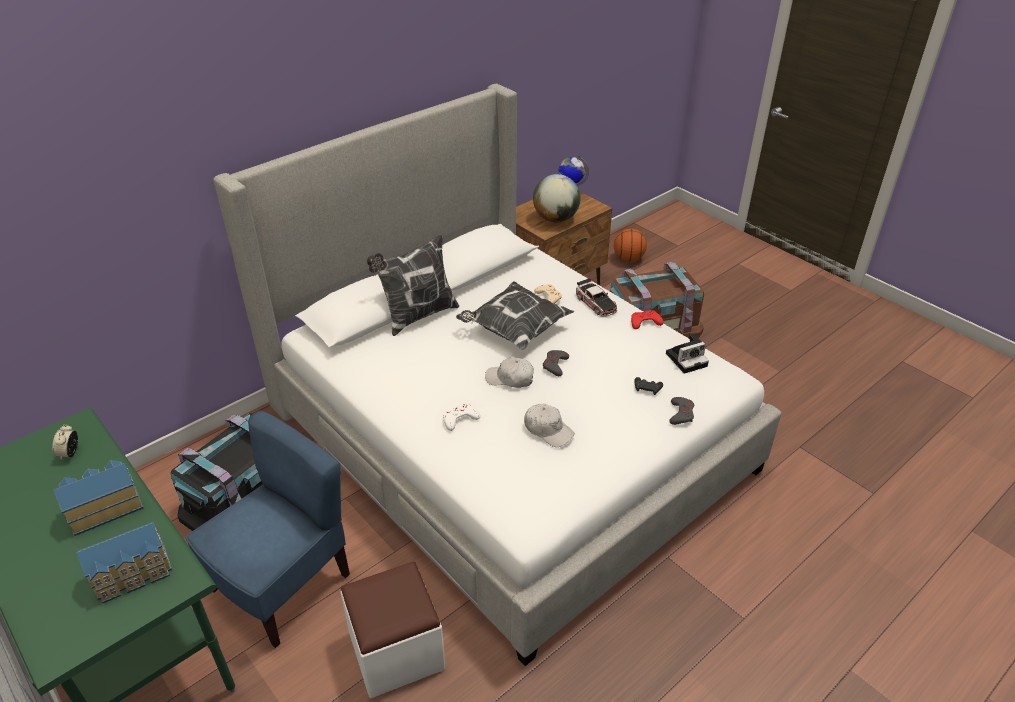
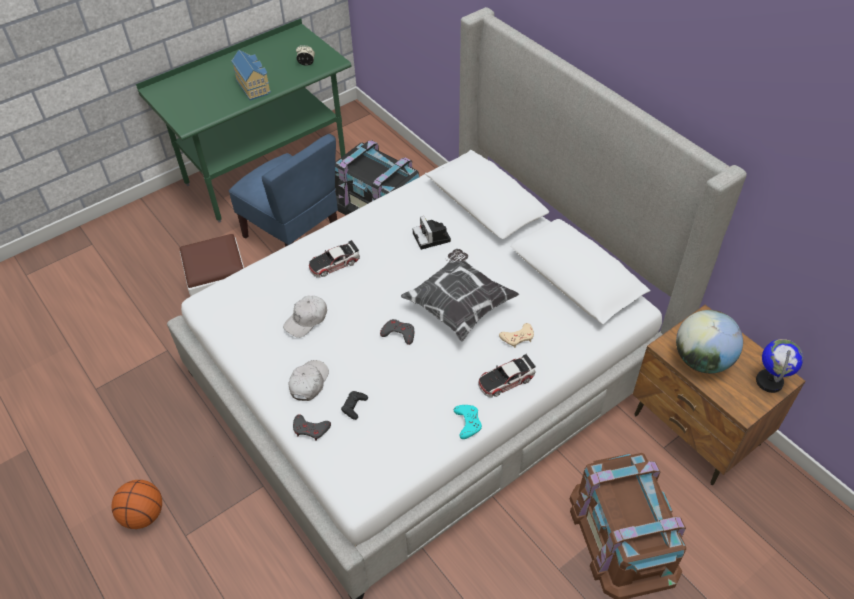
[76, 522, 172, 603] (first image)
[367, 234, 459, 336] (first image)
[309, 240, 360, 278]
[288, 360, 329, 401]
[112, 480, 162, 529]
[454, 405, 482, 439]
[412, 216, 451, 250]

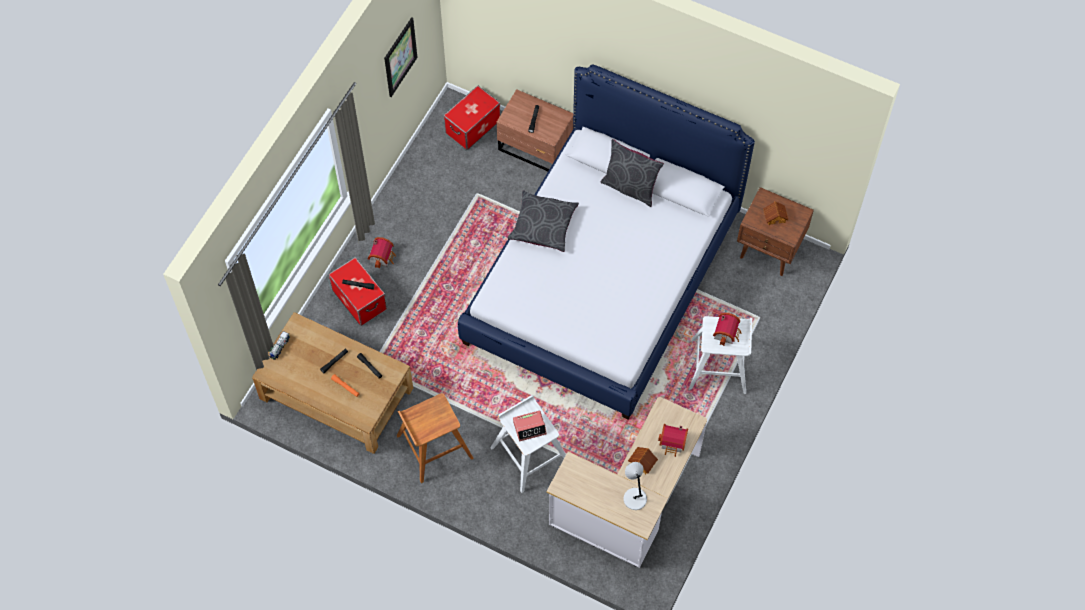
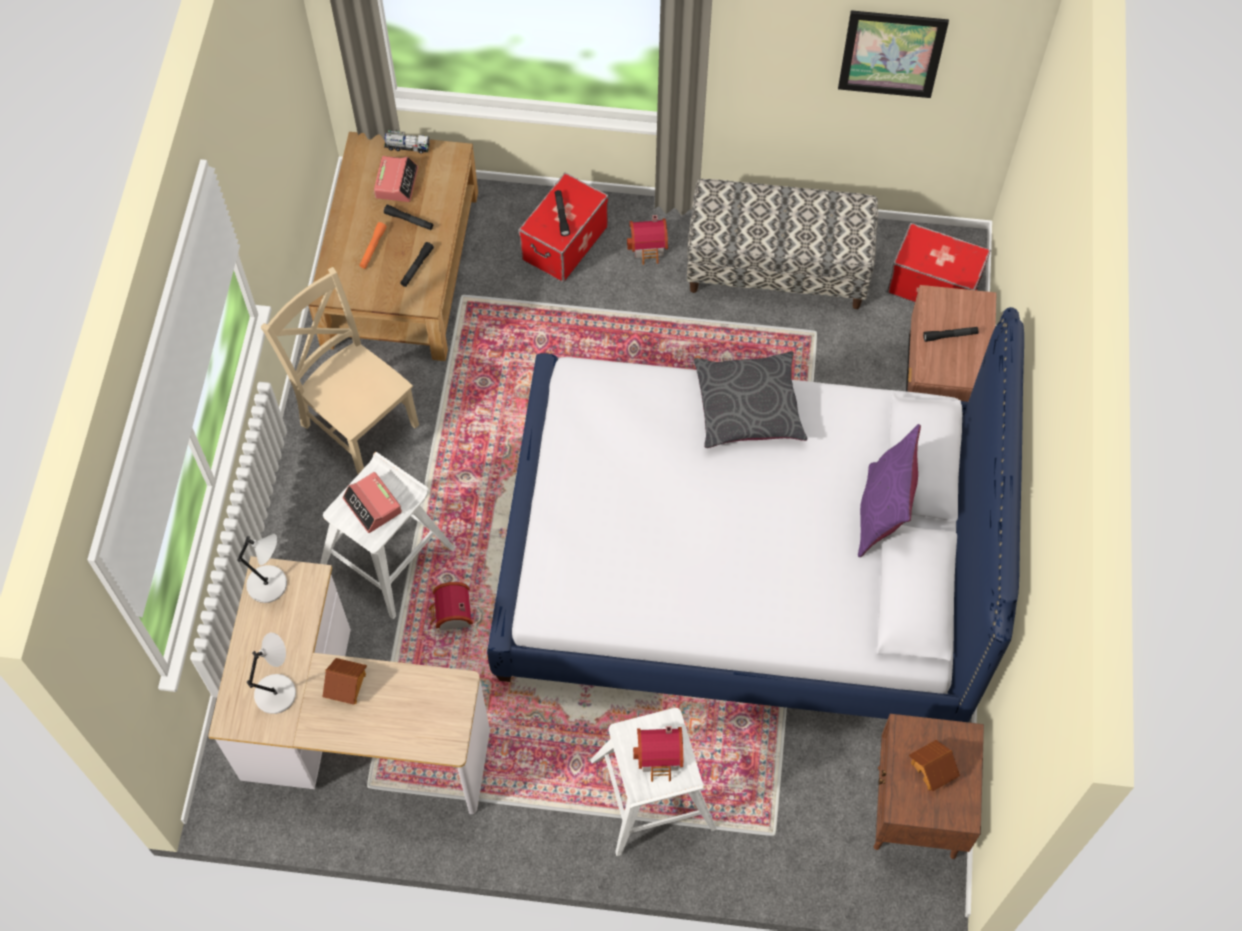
[261, 267, 419, 474]
[858, 424, 921, 557]
[429, 582, 473, 630]
[237, 534, 287, 603]
[374, 156, 418, 202]
[687, 179, 878, 309]

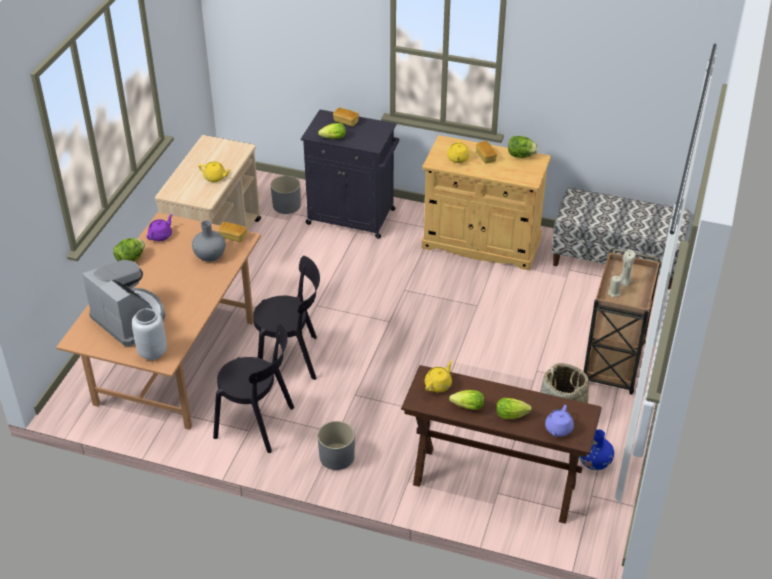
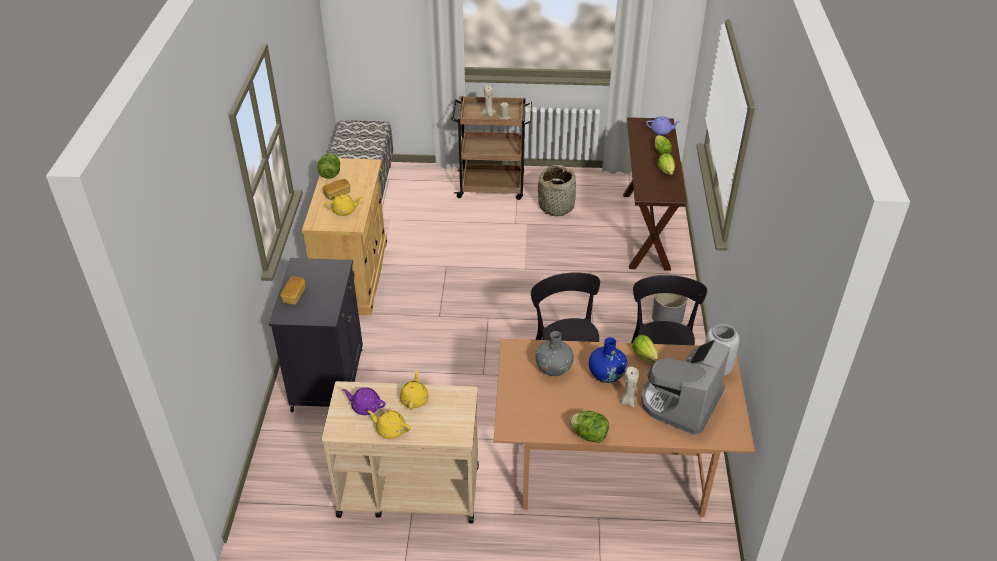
[342, 387, 386, 415]
[218, 222, 247, 242] (first image)
[271, 176, 301, 214] (first image)
[632, 335, 658, 363]
[367, 410, 411, 439]
[589, 337, 627, 383]
[620, 367, 639, 408]

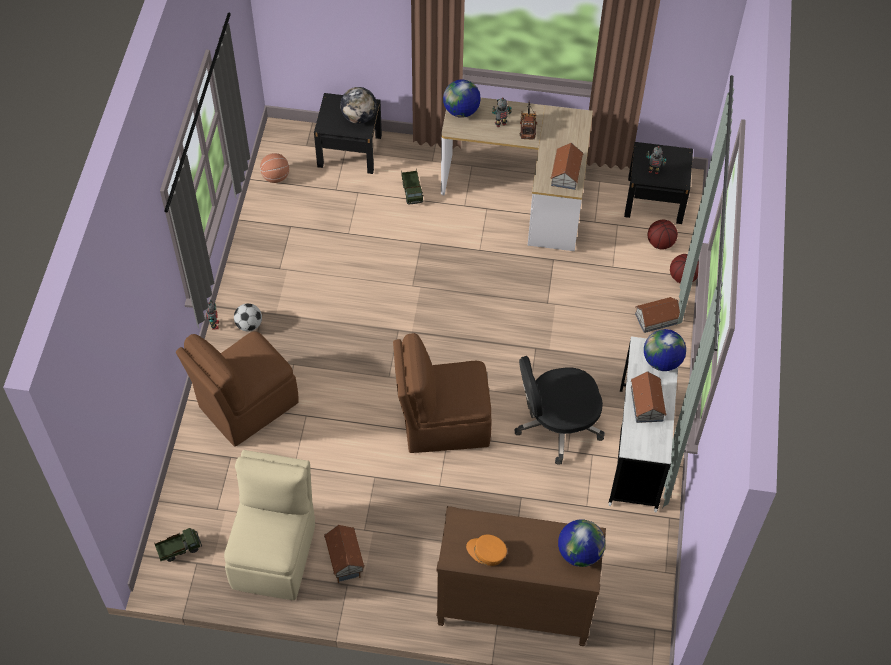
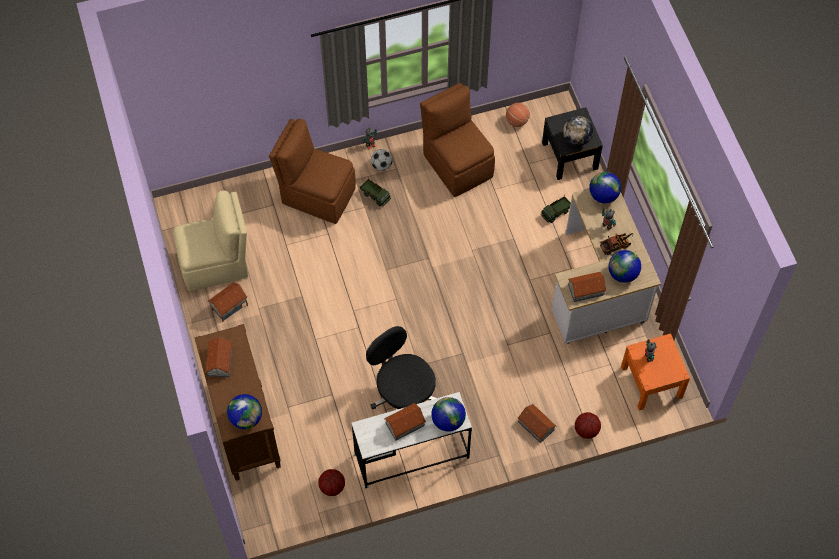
[360, 178, 391, 206]
[420, 83, 495, 197]
[205, 336, 232, 377]
[621, 333, 690, 411]
[318, 469, 345, 496]
[609, 250, 641, 283]

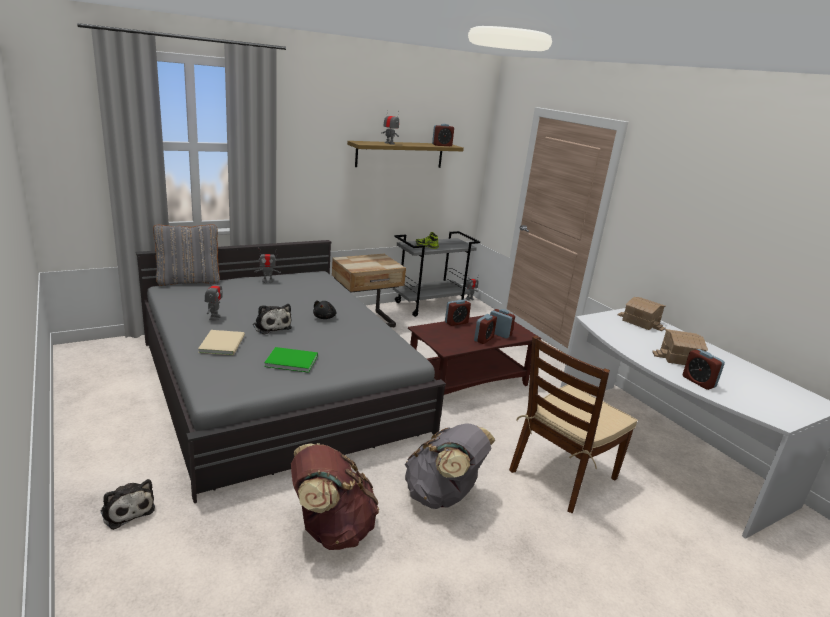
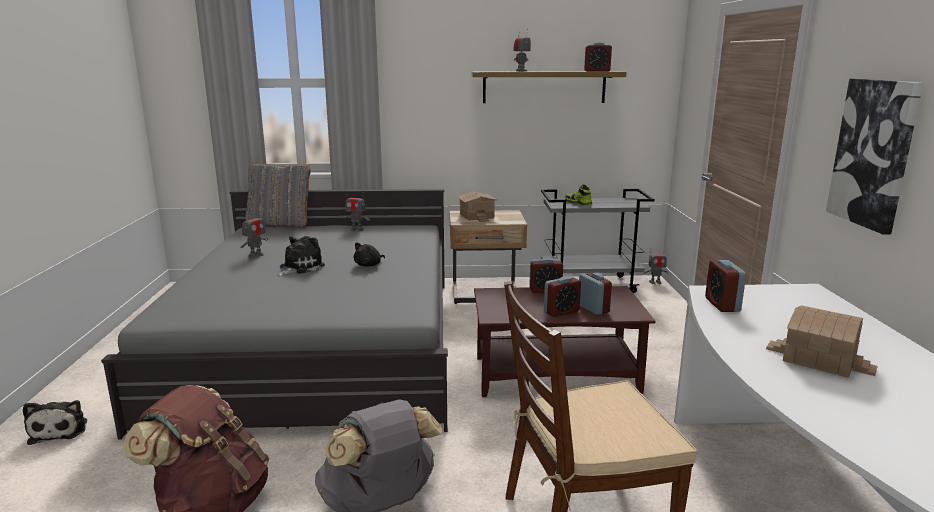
[198, 330, 245, 355] (first image)
[277, 236, 325, 276]
[264, 347, 318, 373] (first image)
[457, 191, 497, 222]
[705, 260, 746, 312]
[826, 79, 923, 234]

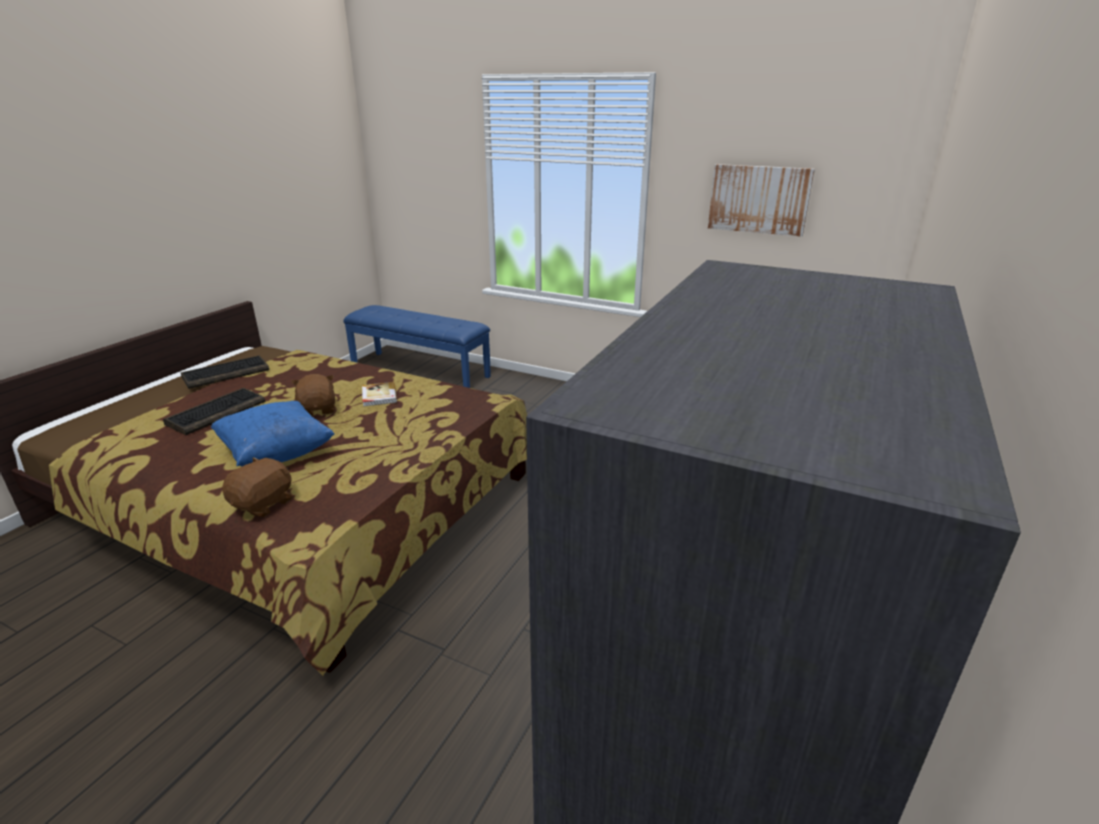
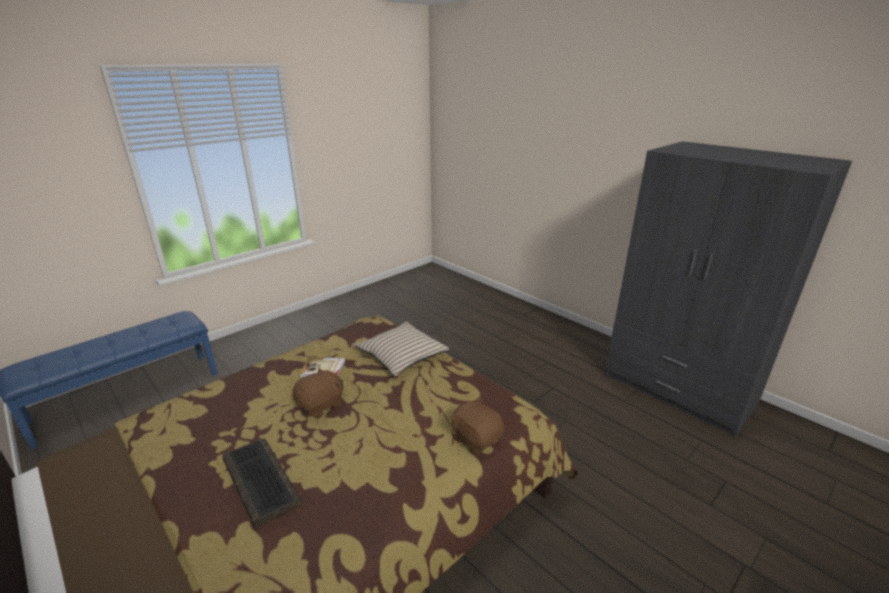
[181, 355, 269, 389] (first image)
[211, 401, 335, 467] (first image)
[293, 368, 343, 418]
[708, 164, 815, 237] (first image)
[354, 322, 449, 376]

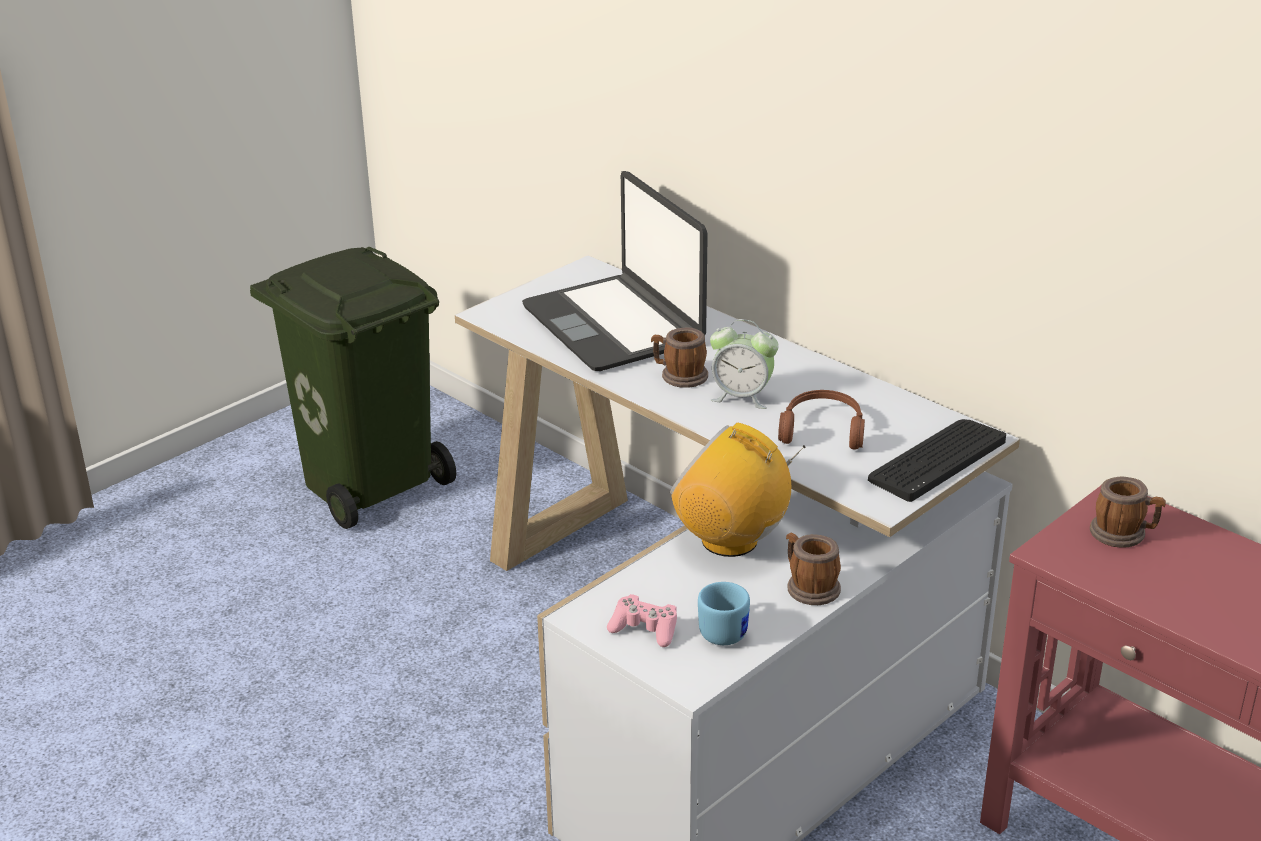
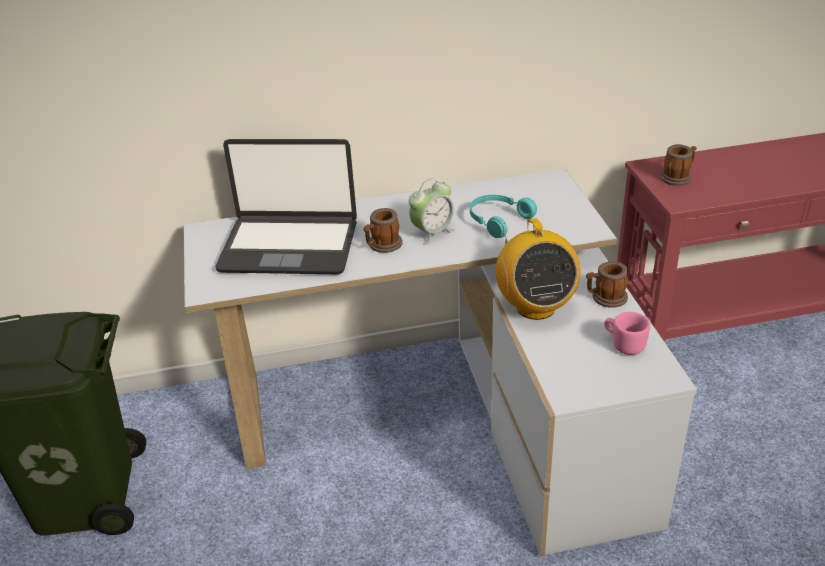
[607, 594, 677, 647] (first image)
[496, 218, 580, 320]
[604, 312, 650, 355]
[470, 195, 537, 238]
[868, 419, 1006, 502] (first image)

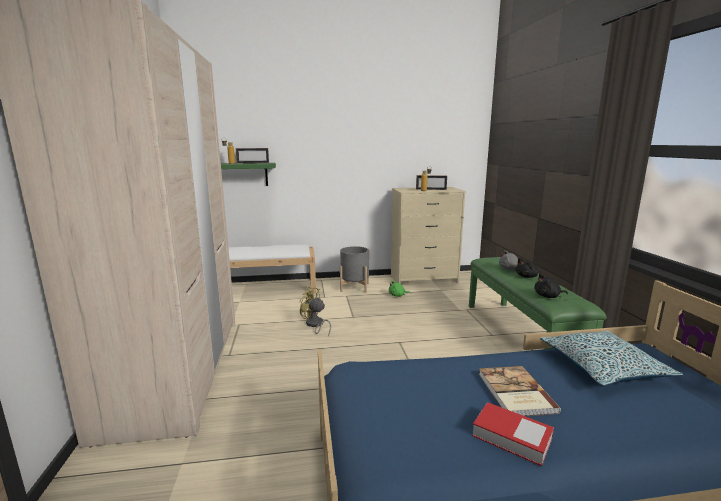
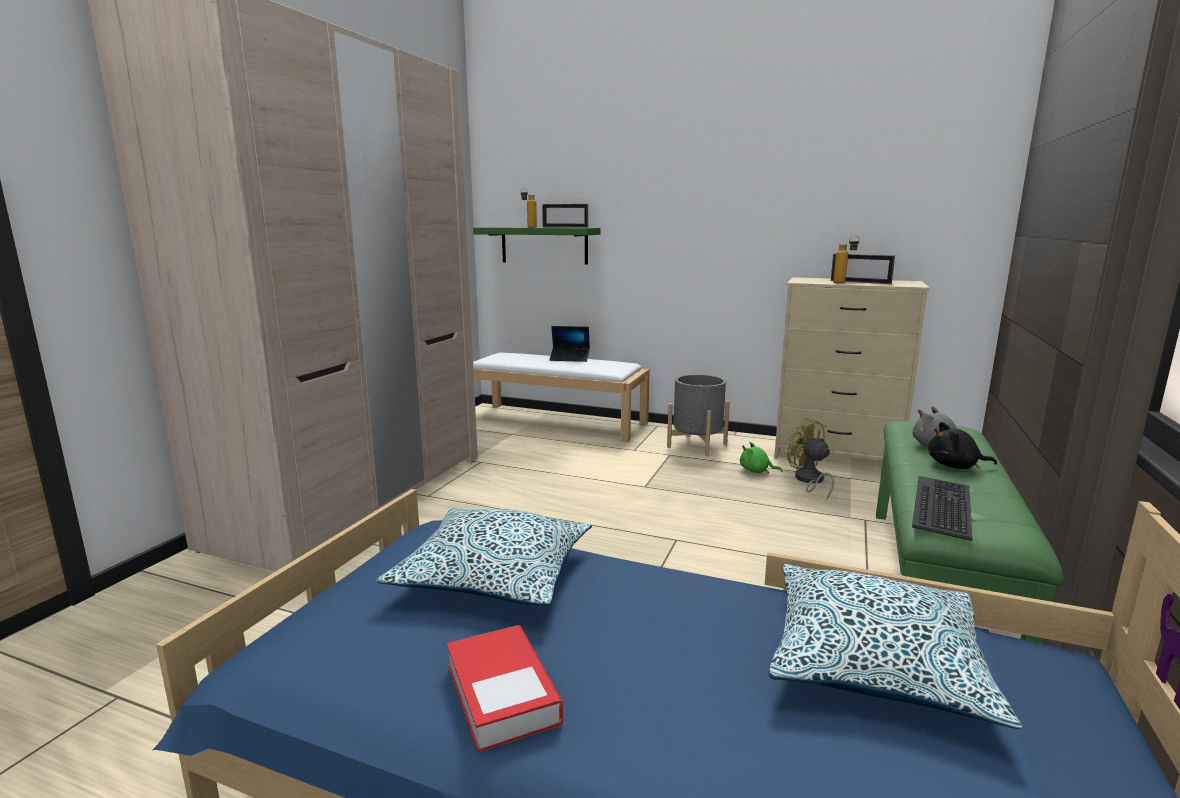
[787, 418, 834, 499]
[479, 366, 561, 416] (first image)
[912, 476, 972, 541]
[376, 508, 592, 605]
[549, 326, 590, 362]

